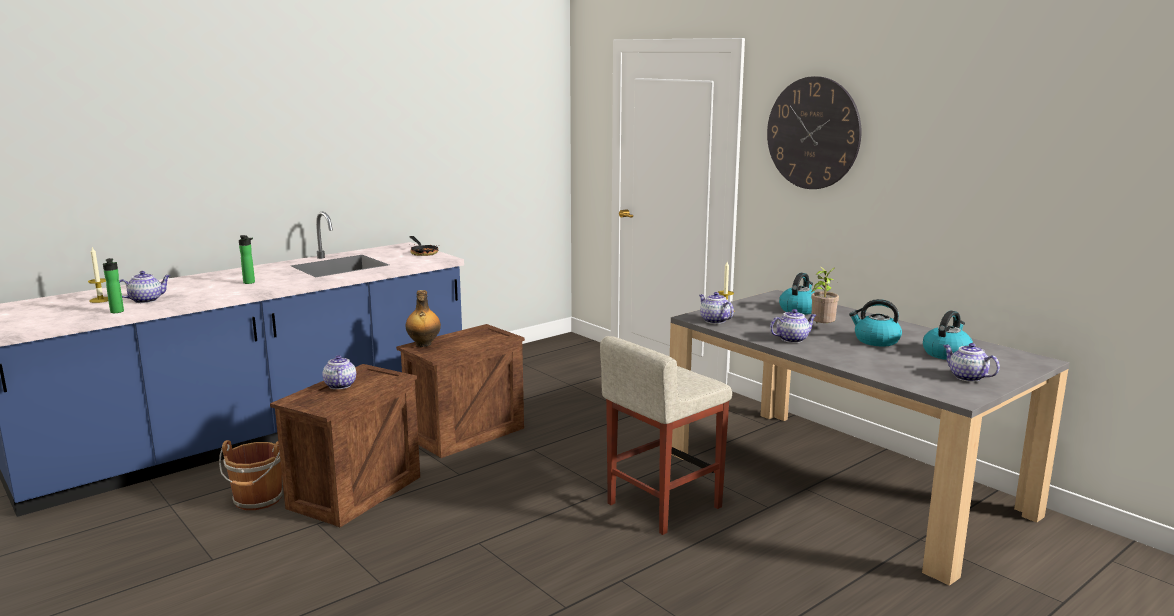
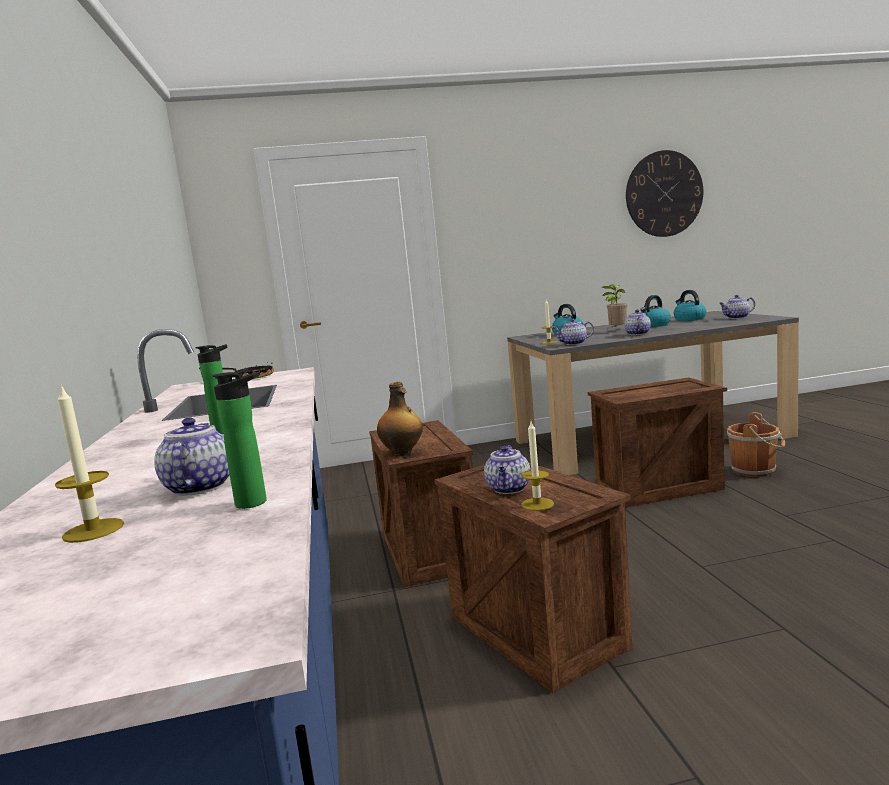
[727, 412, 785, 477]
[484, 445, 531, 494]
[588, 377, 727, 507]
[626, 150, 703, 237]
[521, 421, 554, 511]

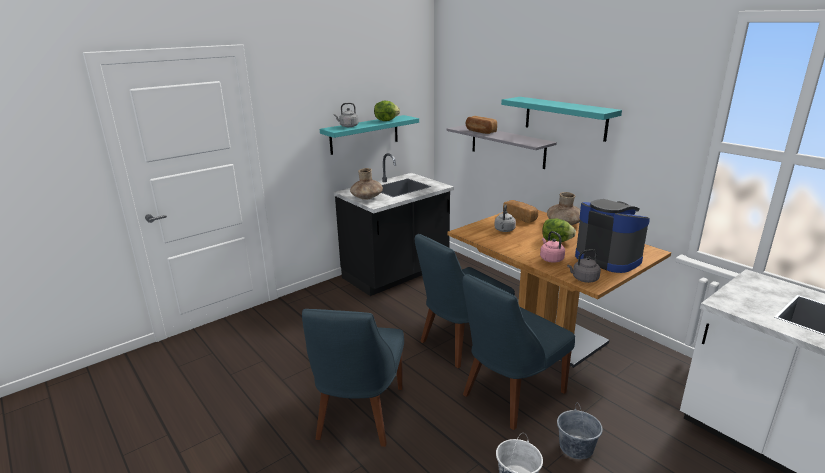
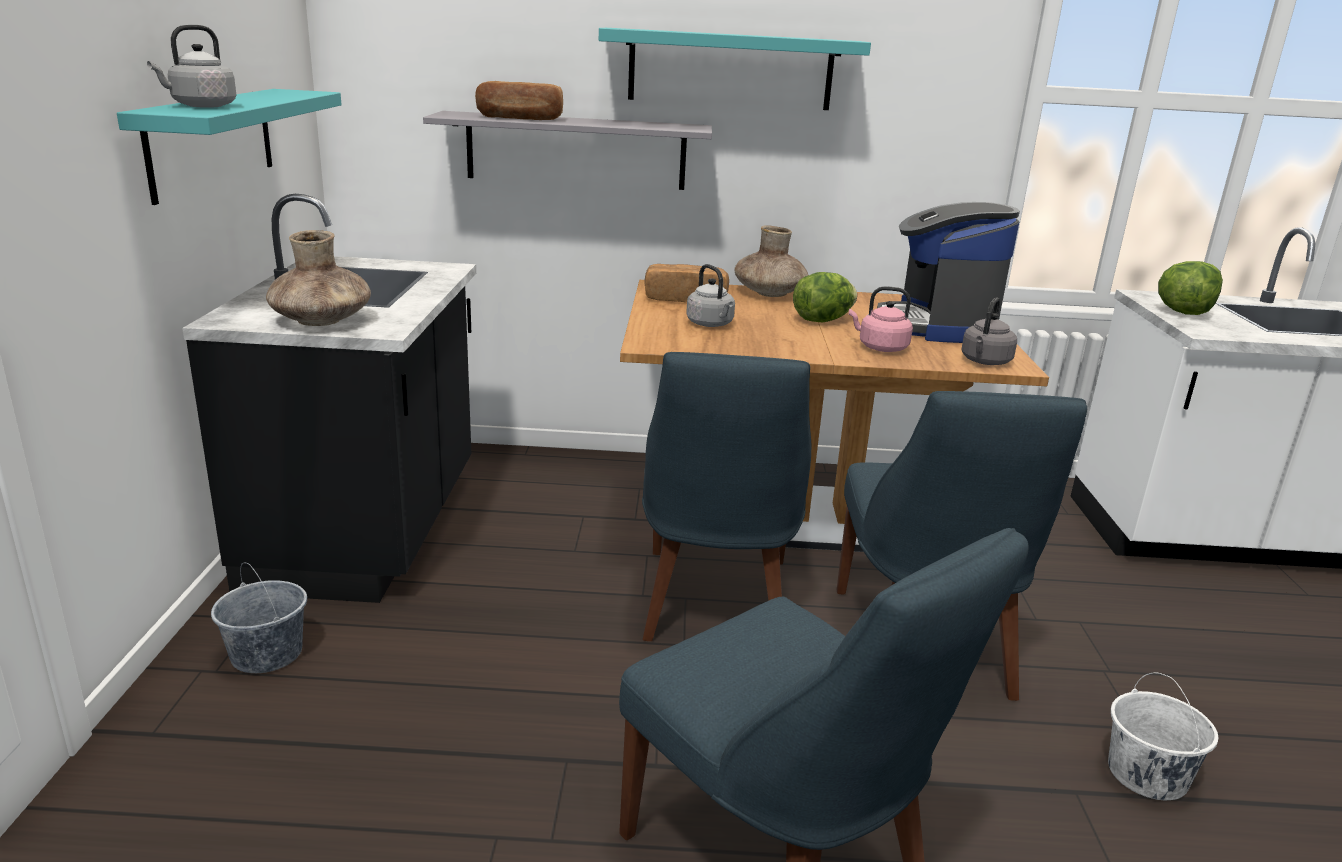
[1158, 261, 1223, 315]
[211, 562, 307, 673]
[877, 202, 1020, 343]

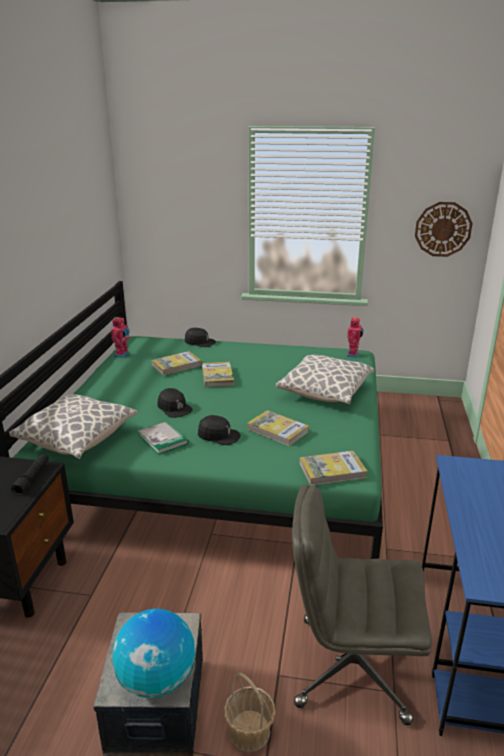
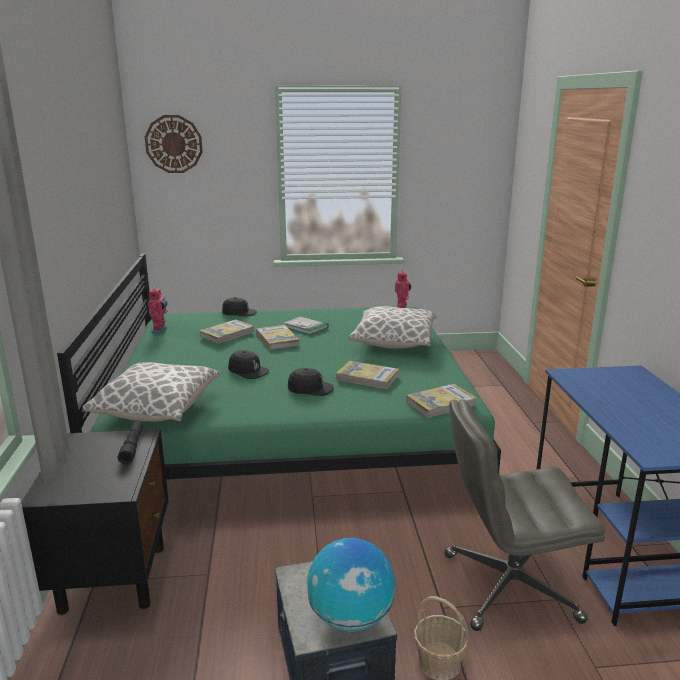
[283, 316, 329, 335]
[145, 115, 203, 173]

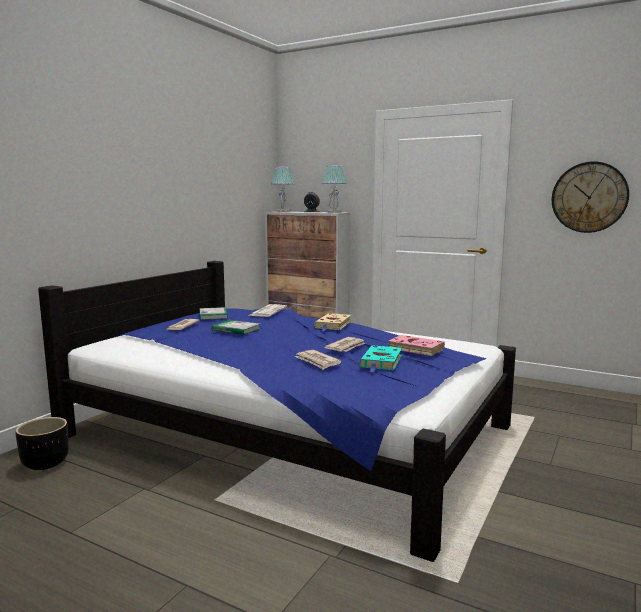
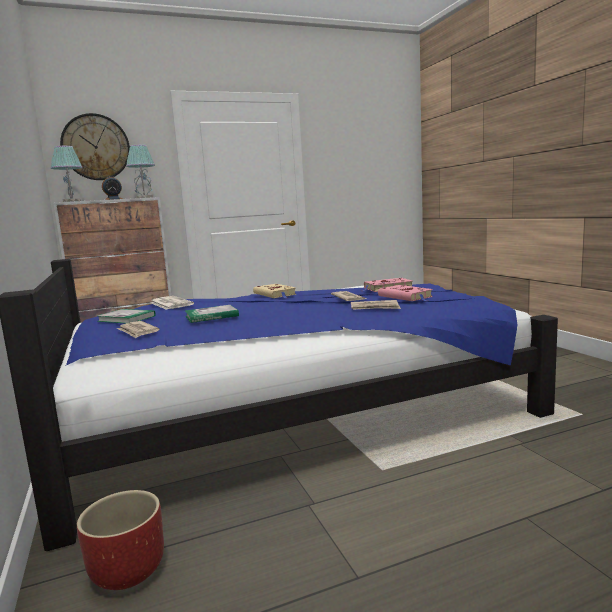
[77, 490, 164, 590]
[378, 285, 433, 301]
[60, 113, 130, 180]

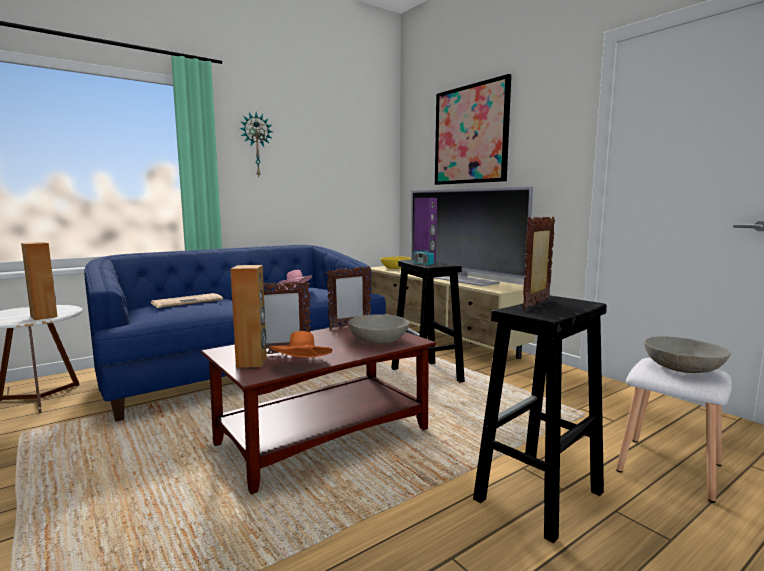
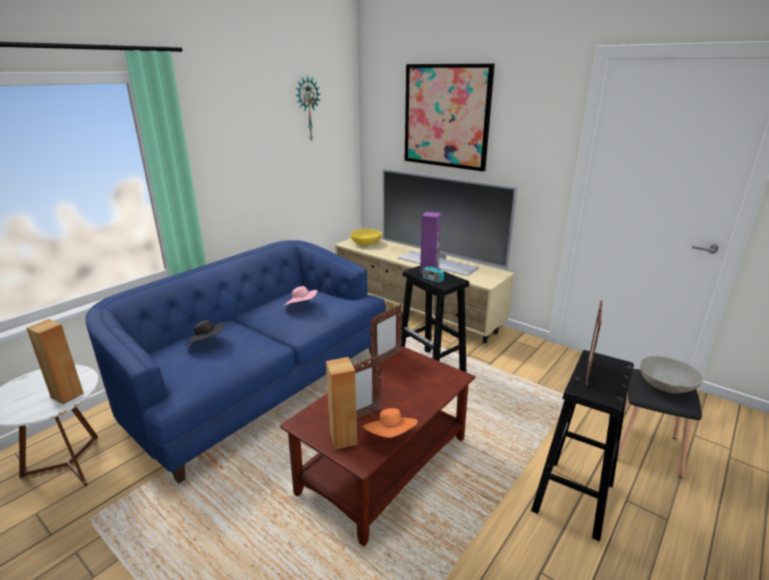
[185, 320, 224, 345]
[295, 75, 320, 142]
[348, 314, 409, 344] (first image)
[617, 369, 702, 478]

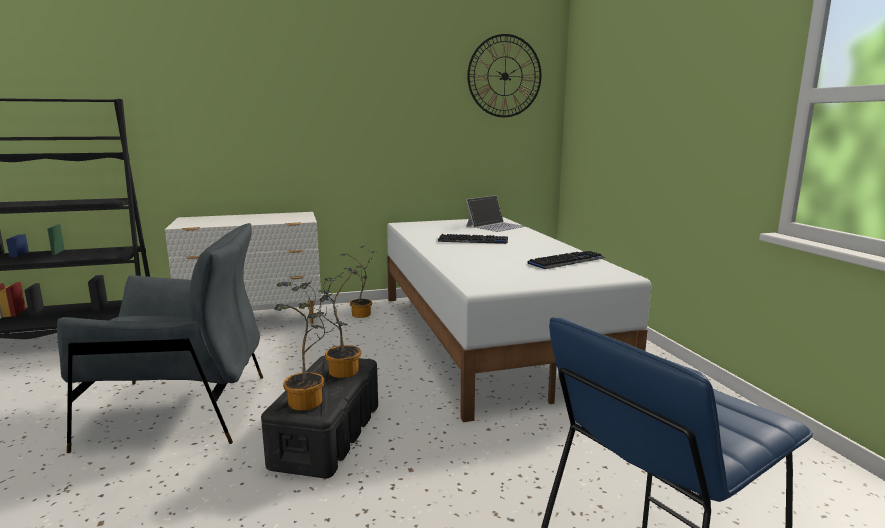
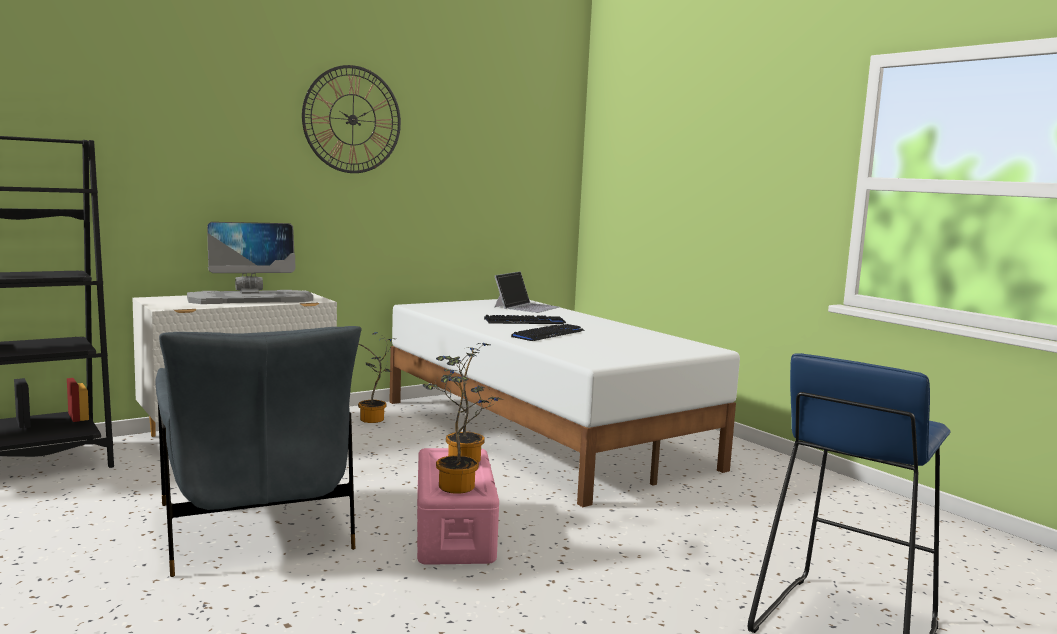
[155, 326, 362, 577]
[417, 448, 499, 565]
[302, 65, 401, 173]
[511, 324, 584, 341]
[187, 222, 313, 304]

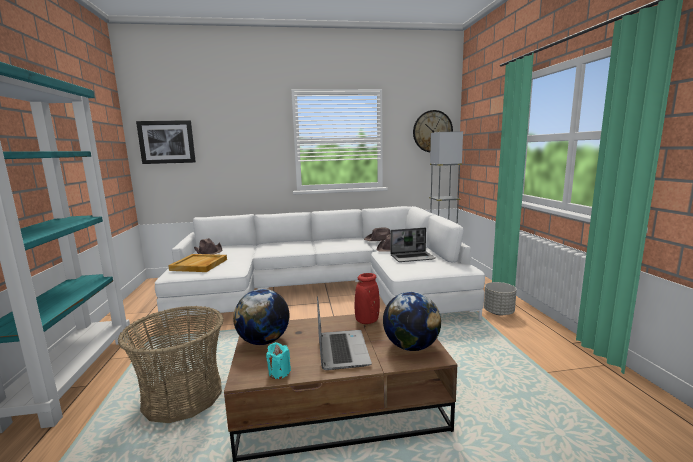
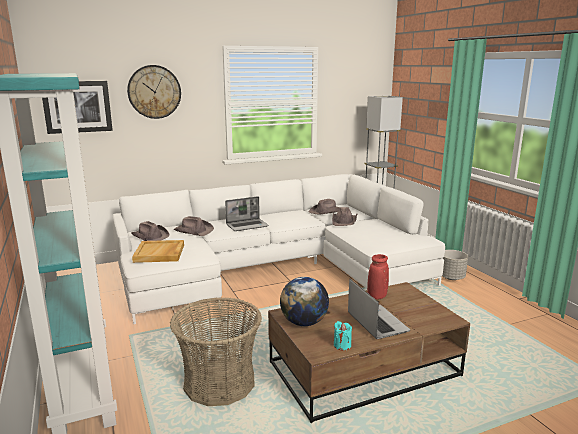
[383, 292, 441, 351] (first image)
[225, 196, 269, 231]
[127, 65, 181, 119]
[173, 216, 214, 236]

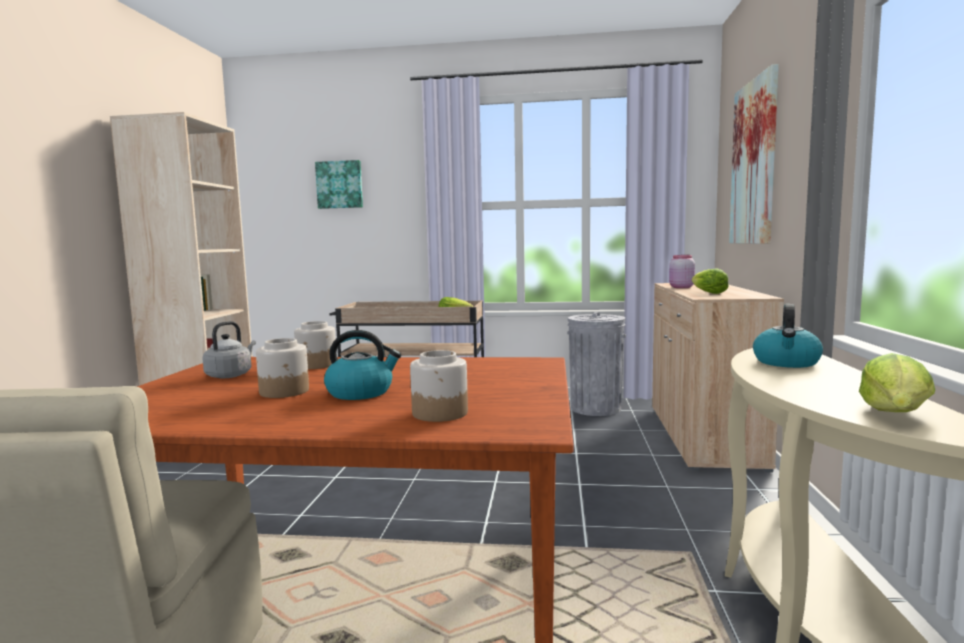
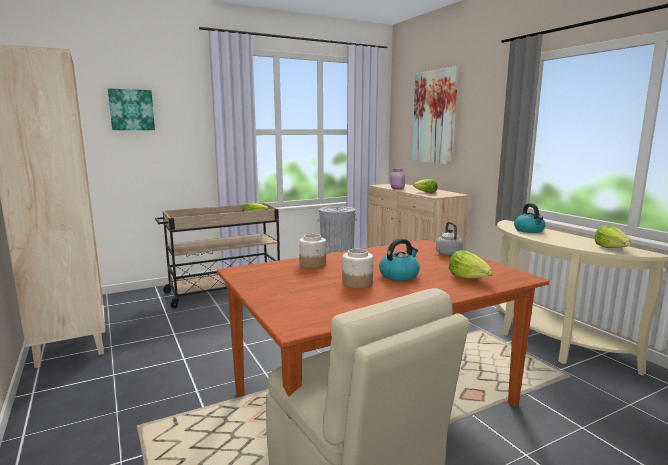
[436, 222, 463, 256]
[449, 250, 493, 279]

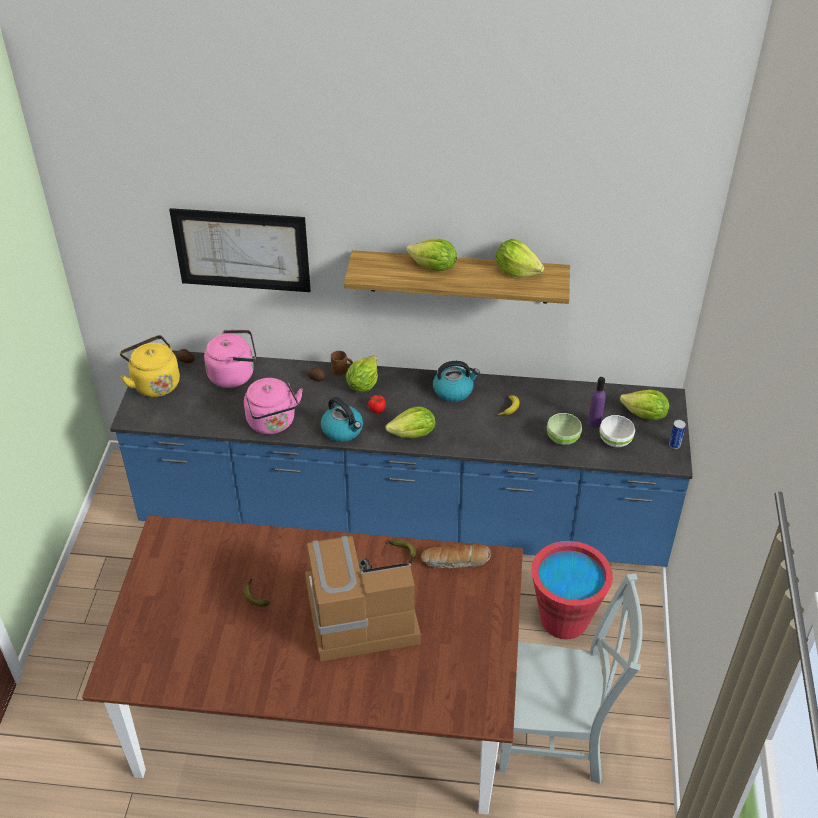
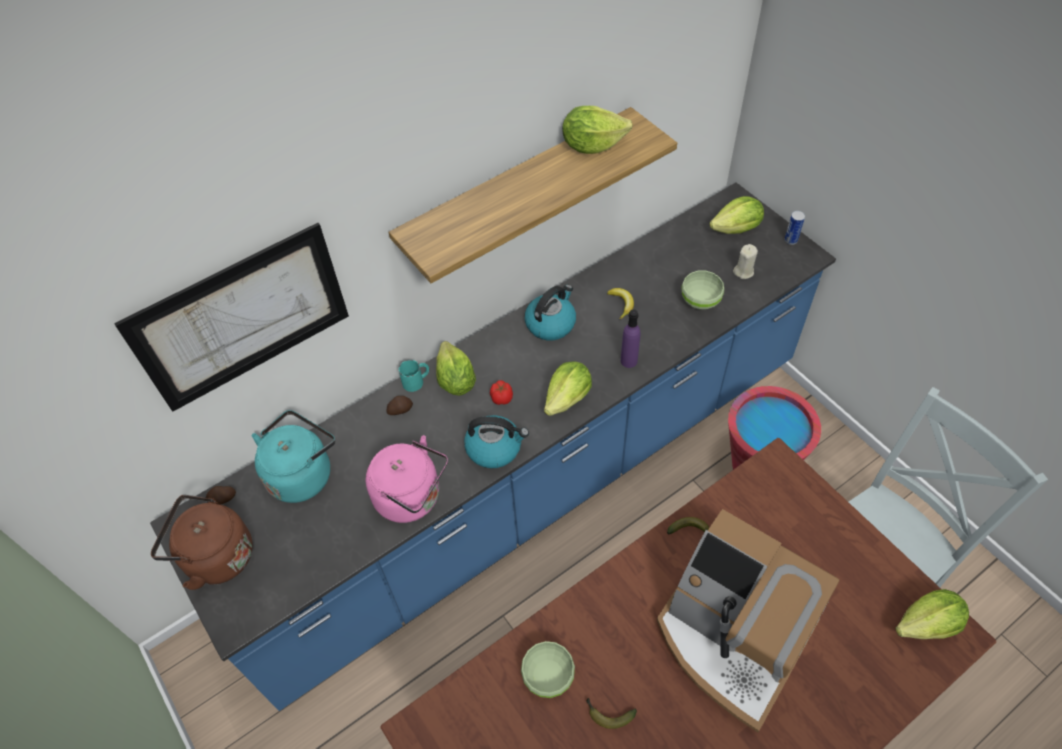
[151, 495, 253, 590]
[251, 410, 335, 503]
[657, 509, 839, 733]
[399, 360, 429, 392]
[895, 589, 969, 639]
[421, 544, 491, 568] (first image)
[621, 310, 640, 368]
[733, 244, 758, 279]
[521, 641, 575, 698]

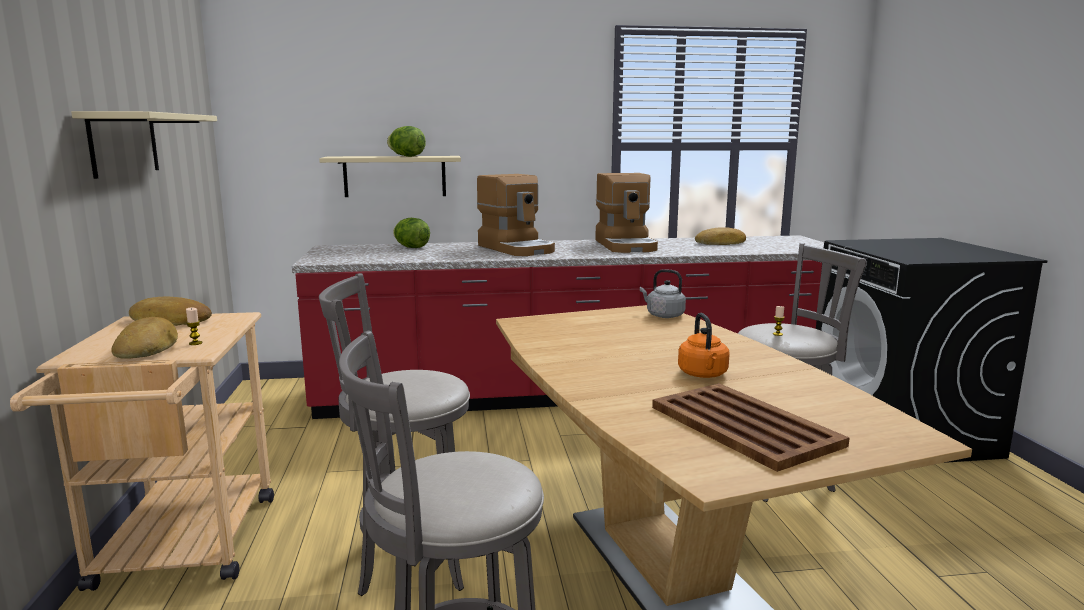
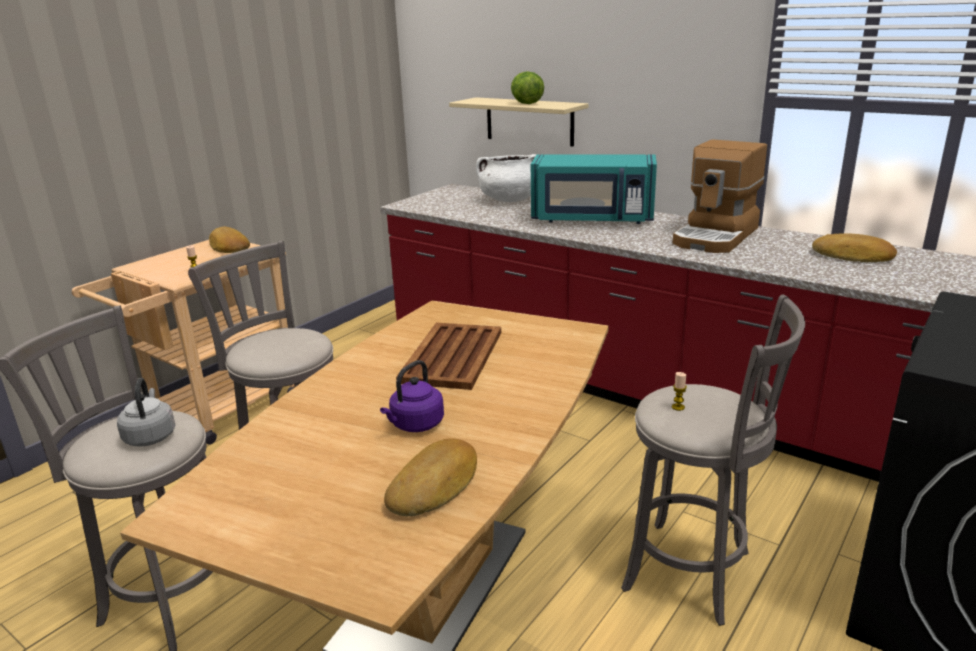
[71, 111, 217, 179] (first image)
[384, 439, 477, 516]
[476, 154, 536, 202]
[531, 154, 657, 224]
[117, 378, 175, 447]
[396, 323, 501, 390]
[380, 360, 444, 432]

